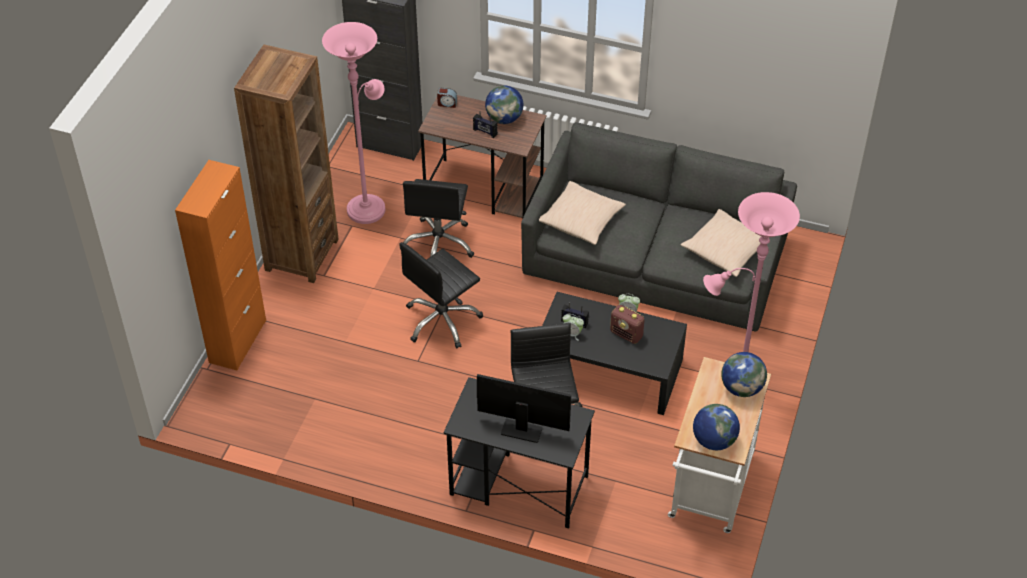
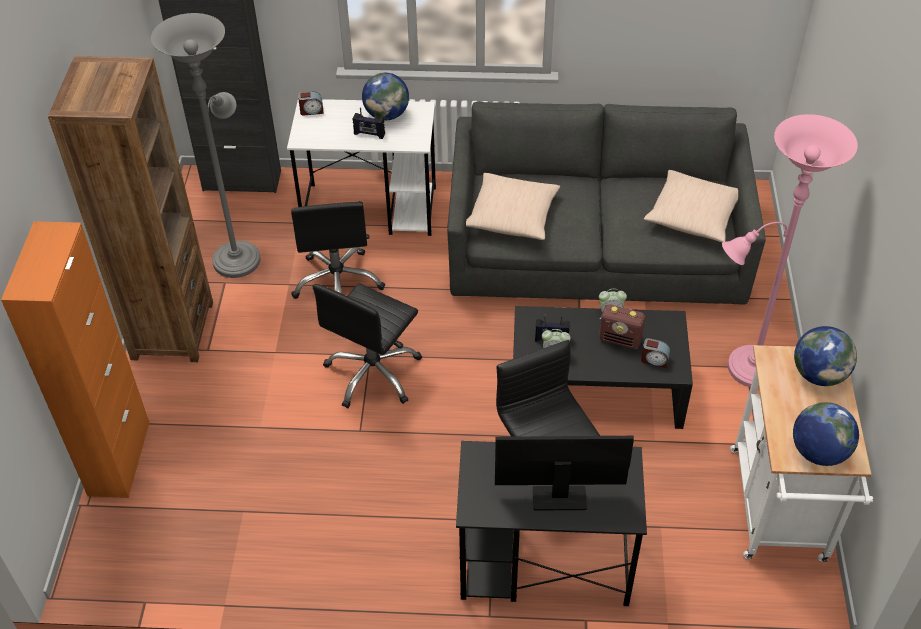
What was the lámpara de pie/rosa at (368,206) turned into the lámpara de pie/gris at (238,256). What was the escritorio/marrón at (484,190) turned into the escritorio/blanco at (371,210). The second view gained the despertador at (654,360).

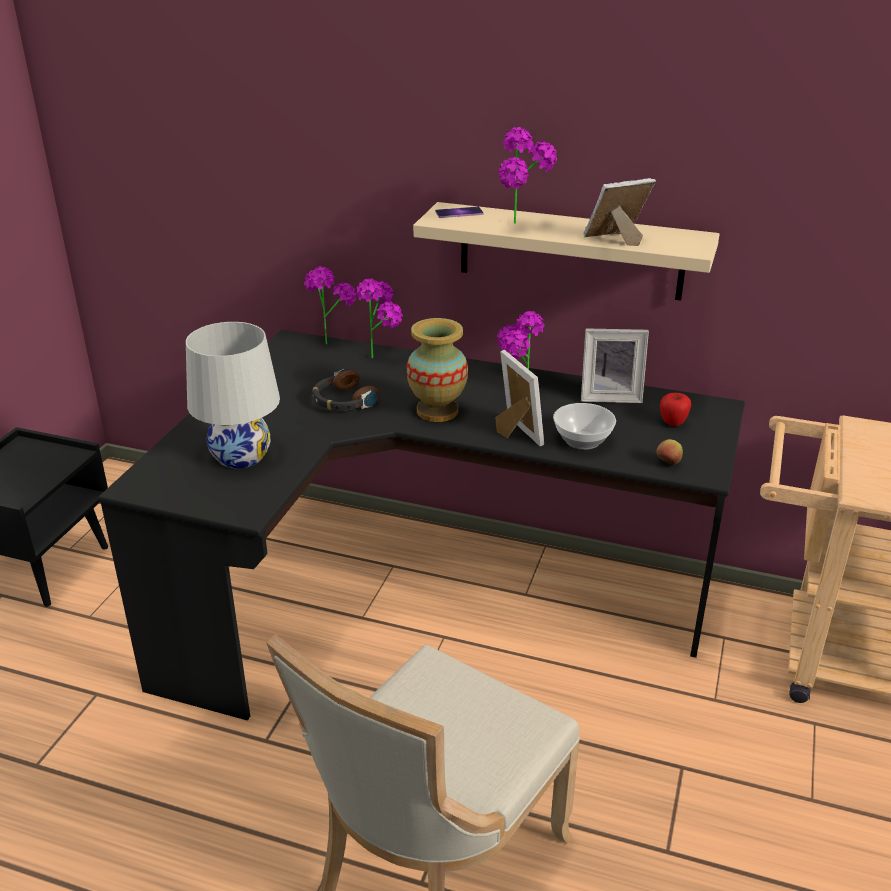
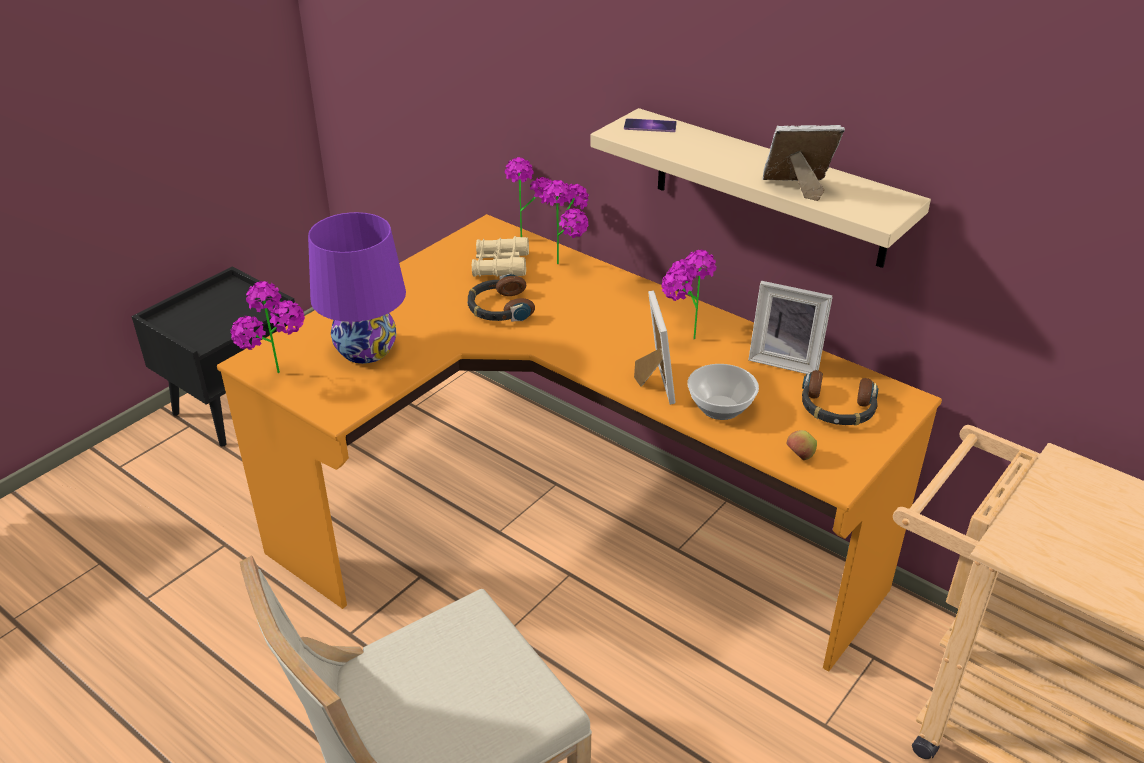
What was the escritorio/negro at (422,599) turned into the escritorio/naranja at (568,528). The planta en maceta ended up elsewhere, having gone from (523,226) to (280,380). What was the lámpara de mesa/blanco at (241,456) turned into the lámpara de mesa/morado at (366,350). The second view gained the prismáticos/beis at (500,265). Where the manzana stood at (673,423), the auriculares came to stand at (837,408). The second view lost the florero at (437,411).

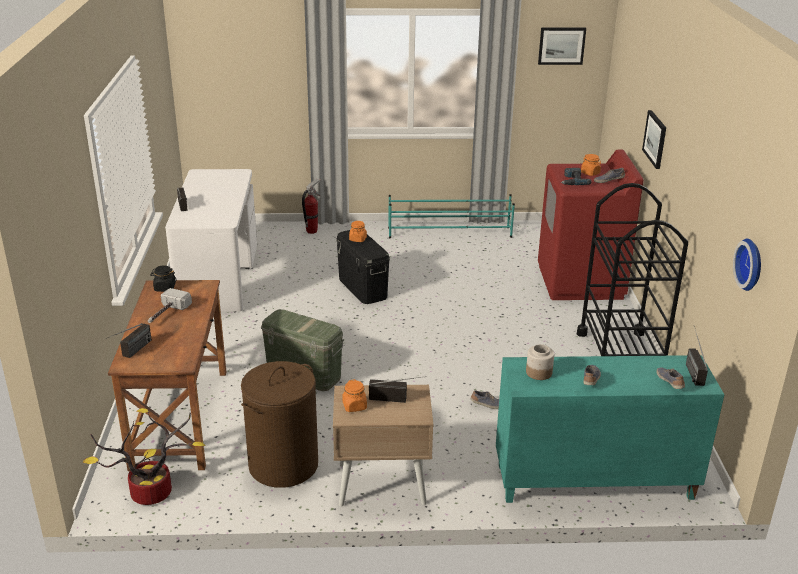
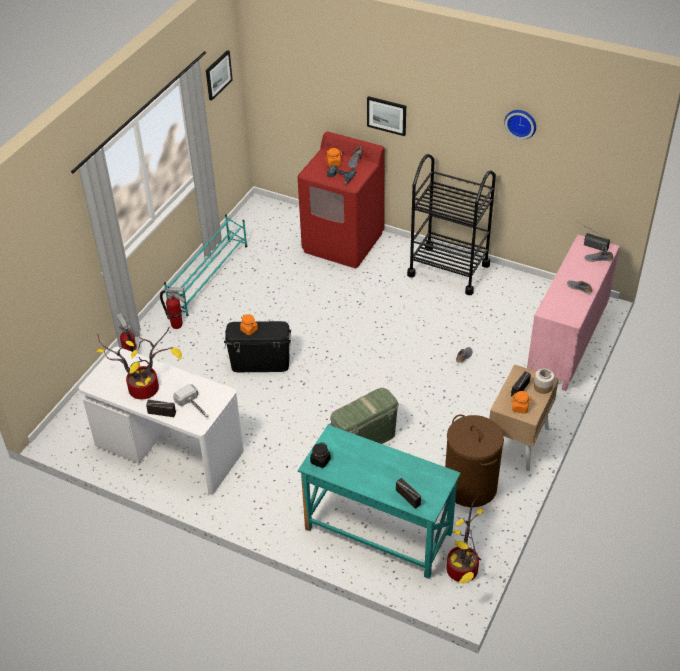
The second view gained the planta en maceta at (146,387). The second view gained the extintor at (177,325). The martillo ended up elsewhere, having gone from (166,314) to (195,407). What was the escritorio/marrón at (180,418) turned into the escritorio/turquesa at (378,531). The reloj de pared ended up elsewhere, having gone from (751,264) to (521,123). What was the armario/turquesa at (593,482) turned into the armario/rosa at (567,344). The tarro ended up elsewhere, having gone from (538,372) to (542,387).

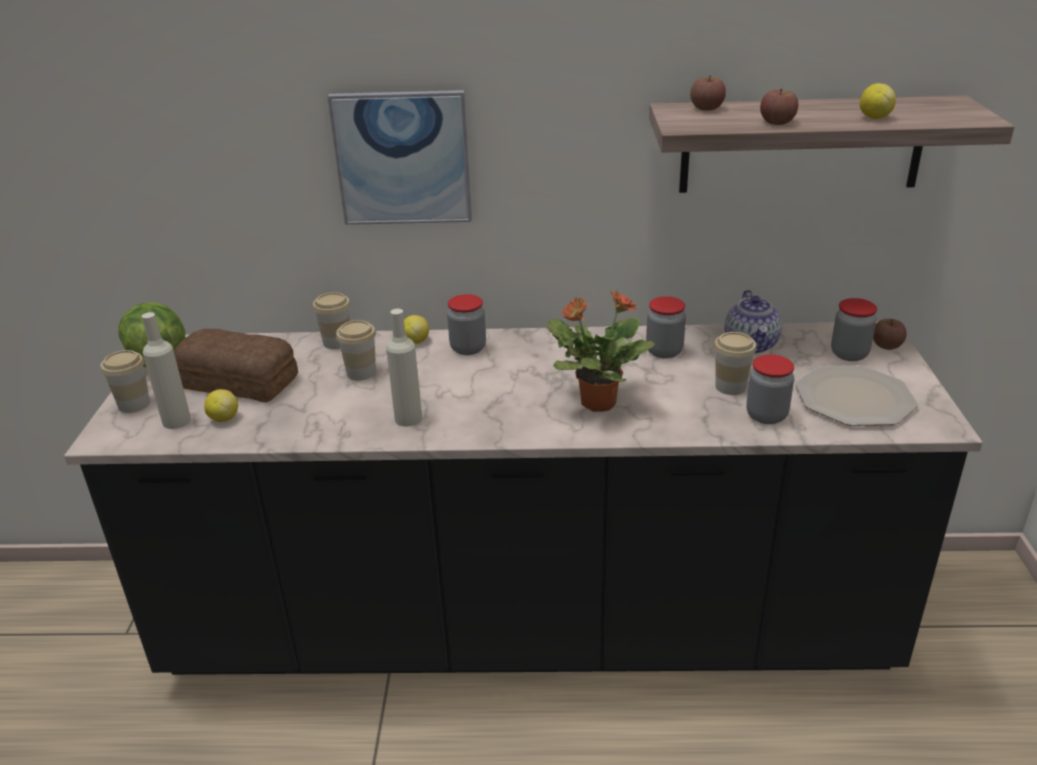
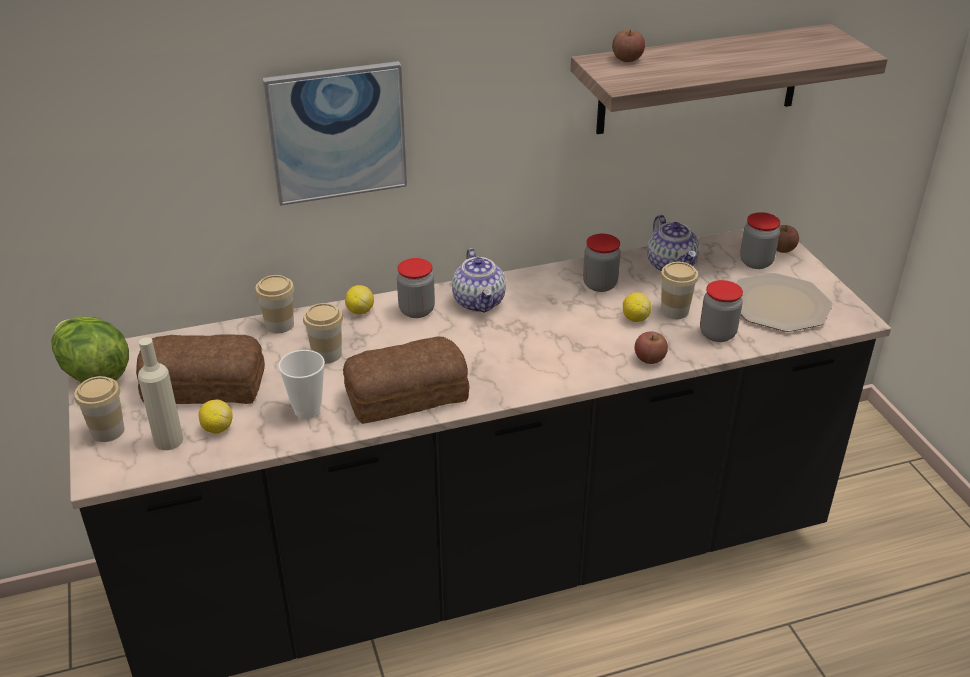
The second view gained the taza at (307,410). Where the botella/beis stood at (408,418), the pan came to stand at (404,394). The second view gained the tetera at (479,302). The limón ended up elsewhere, having gone from (874,117) to (635,318). The manzana ended up elsewhere, having gone from (777,122) to (649,358). The second view lost the planta en maceta at (596,402).

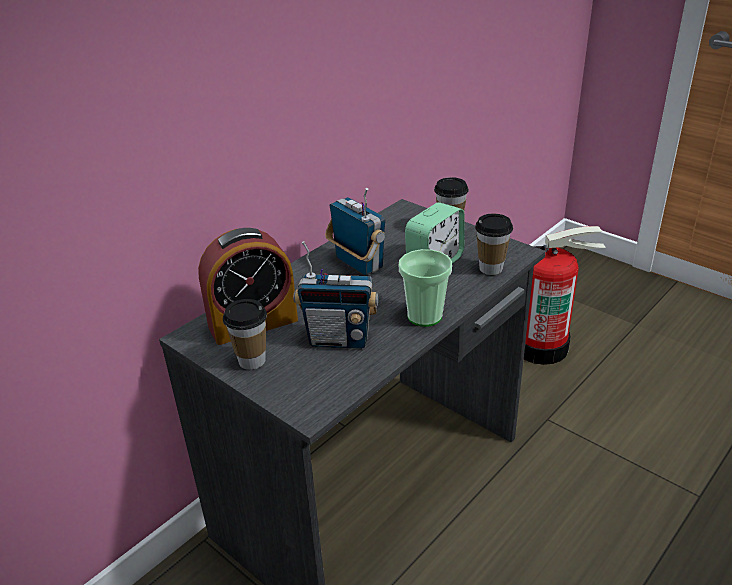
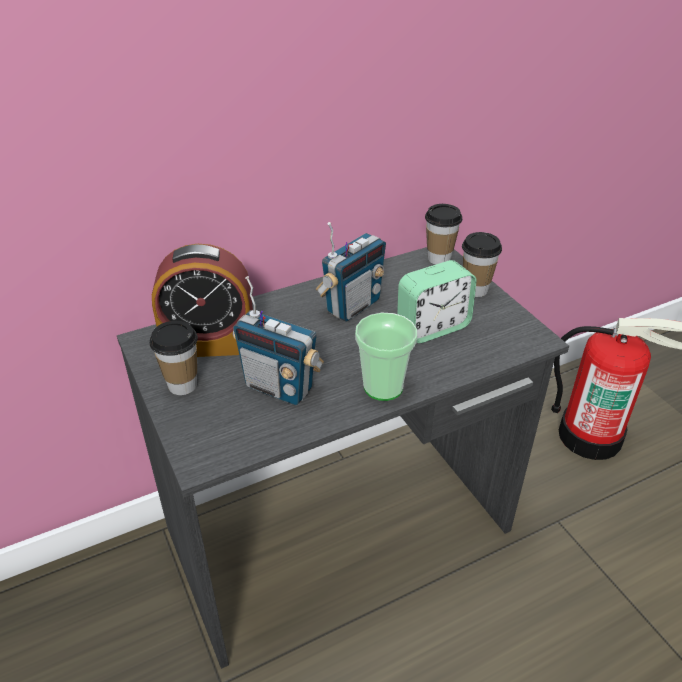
The radio at (358,264) ended up facing another way, 60 degrees clockwise from before. The taza ended up elsewhere, having gone from (491,268) to (439,258).

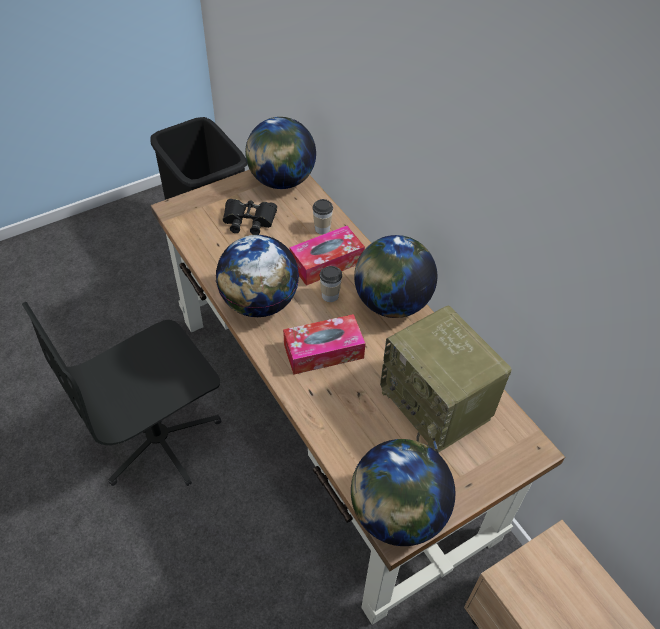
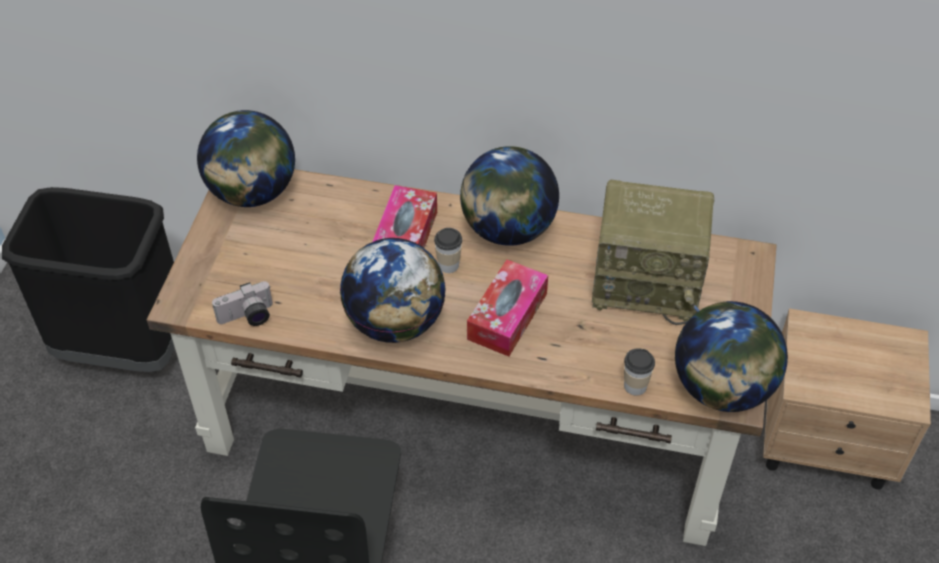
The second view gained the cámara at (247,317). The taza ended up elsewhere, having gone from (322,228) to (635,386). The second view lost the prismáticos/negro at (249,220).

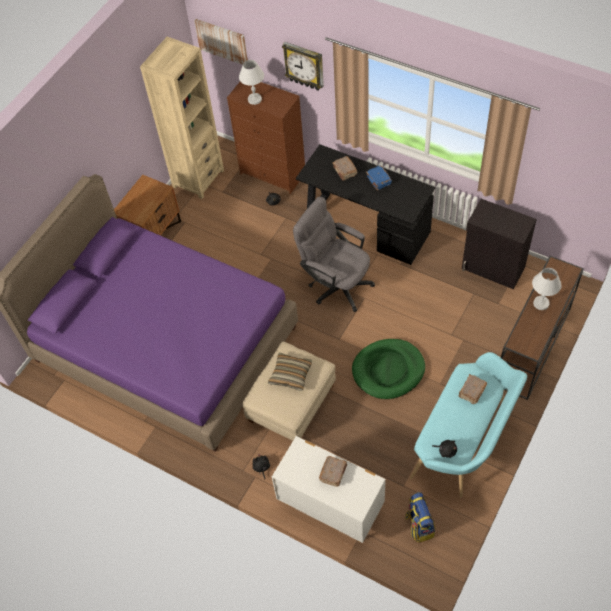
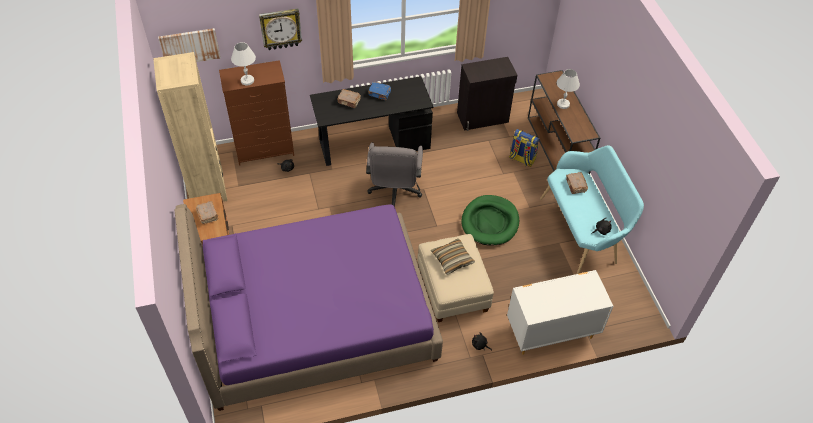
The libro/marrón ended up elsewhere, having gone from (333,473) to (208,215). The silla de oficina/gris at (336,284) ended up facing another way, 75 degrees counterclockwise from before. The mochila ended up elsewhere, having gone from (419,525) to (521,159).

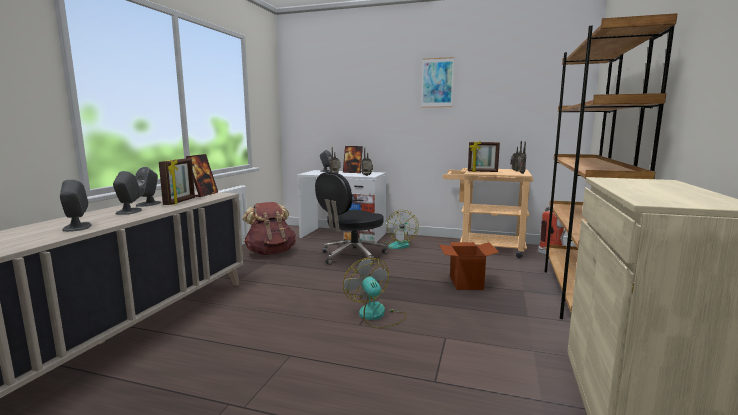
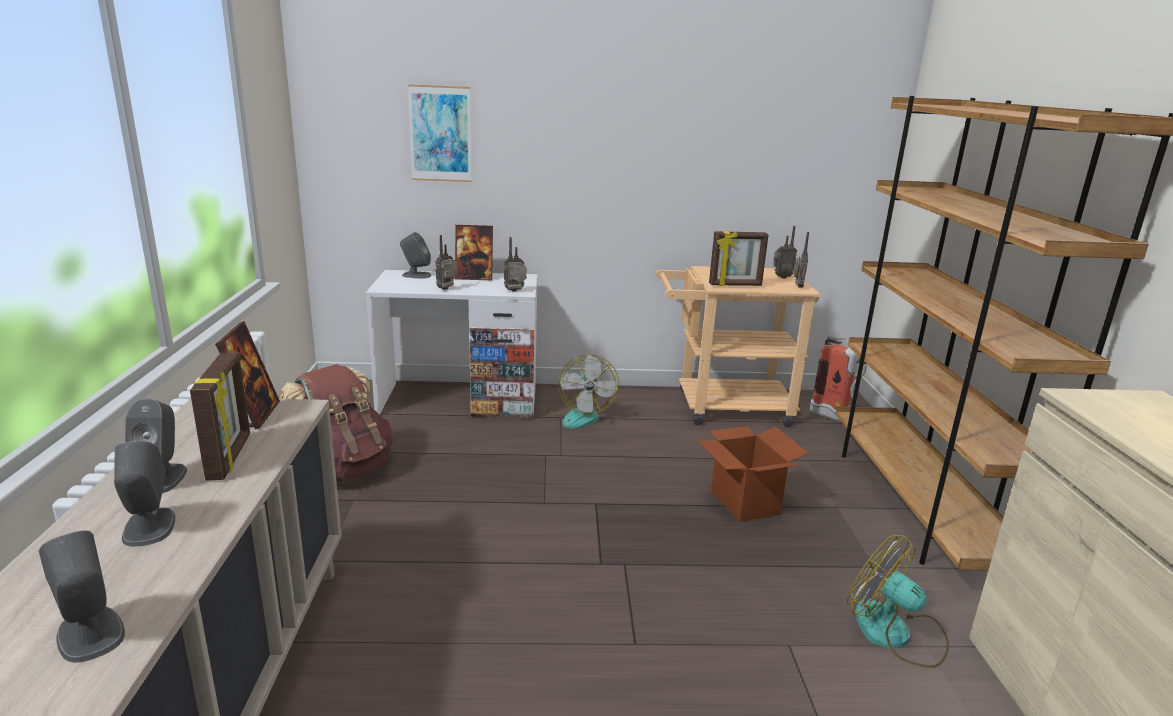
The cuadro ended up elsewhere, having gone from (437,83) to (440,134). The ventilador ended up elsewhere, having gone from (376,315) to (895,634). The second view lost the silla de oficina/negro at (352,256).

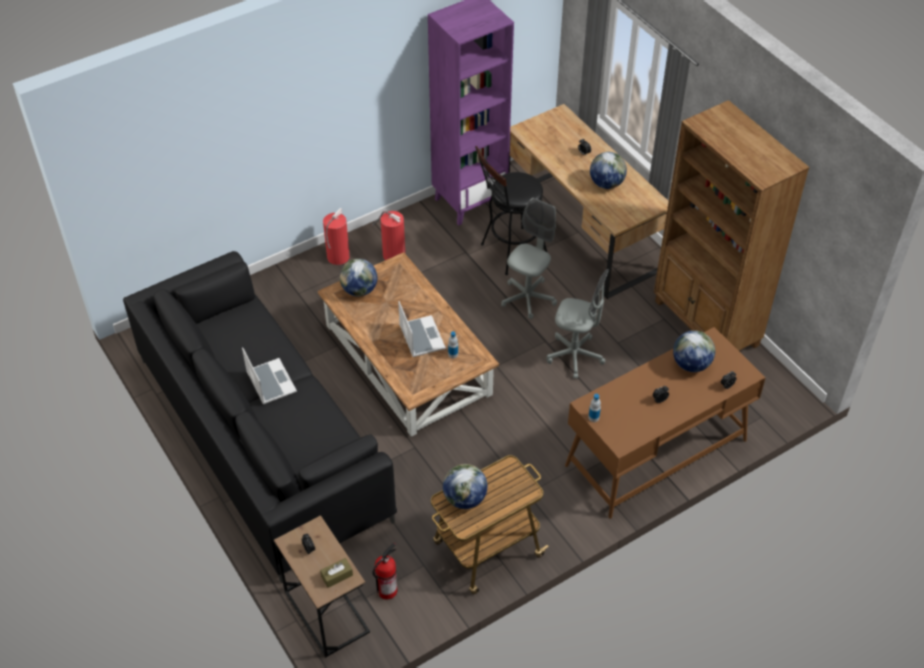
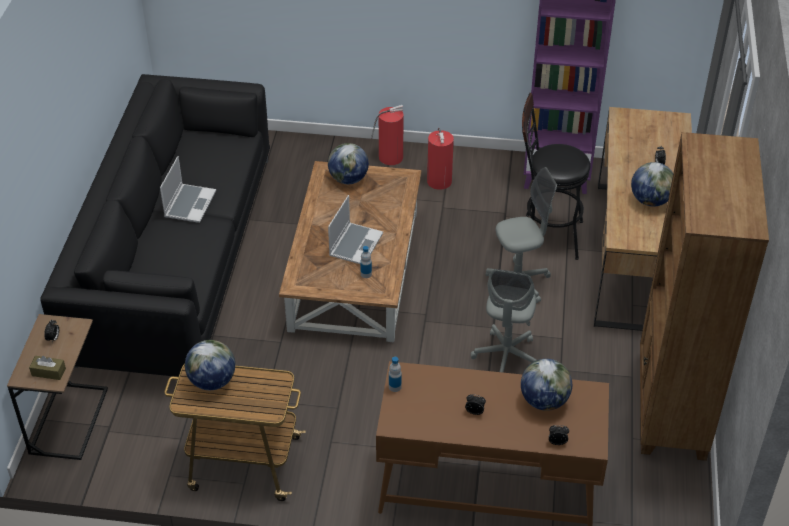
The silla de oficina/gris at (575,356) ended up facing another way, 45 degrees clockwise from before. The second view lost the extintor at (387,589).

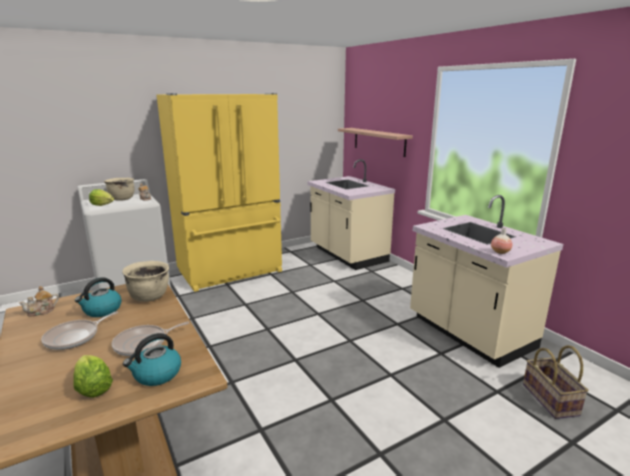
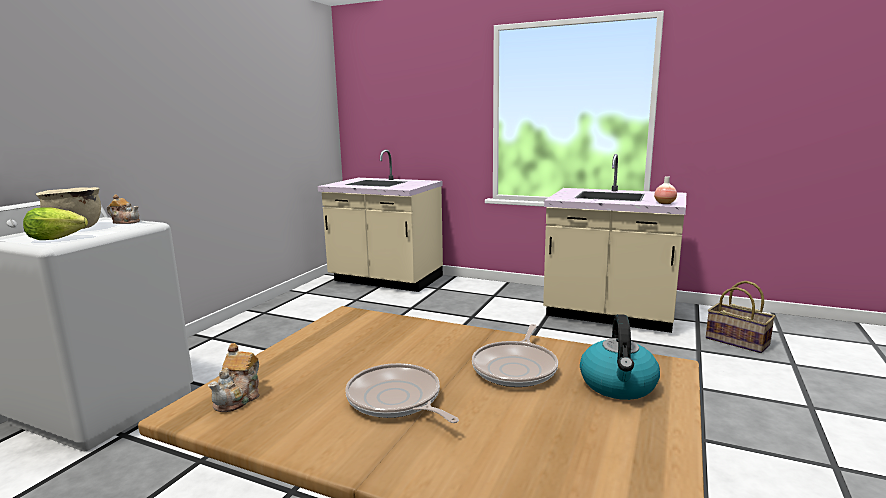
The sartén at (75,337) ended up facing another way, 135 degrees clockwise from before. The second view lost the lechuga at (93,388). The second view lost the hervidor at (102,310). The second view lost the olla/beis at (150,296). The second view lost the nevera/amarillo at (231,272). The second view lost the estante at (379,141).

